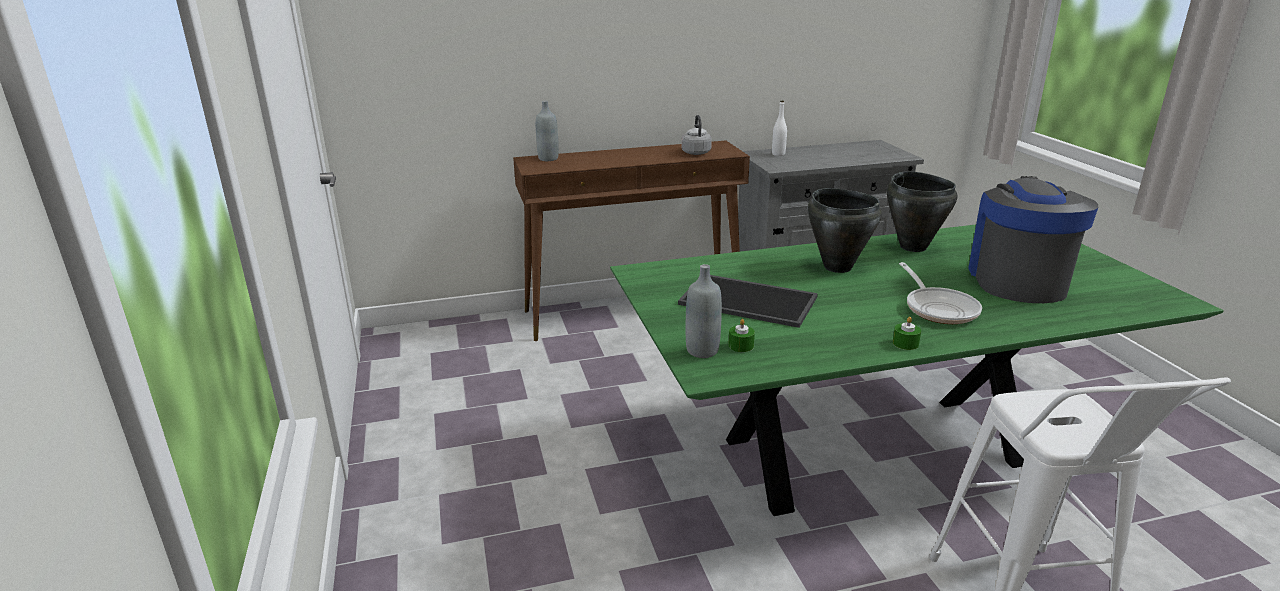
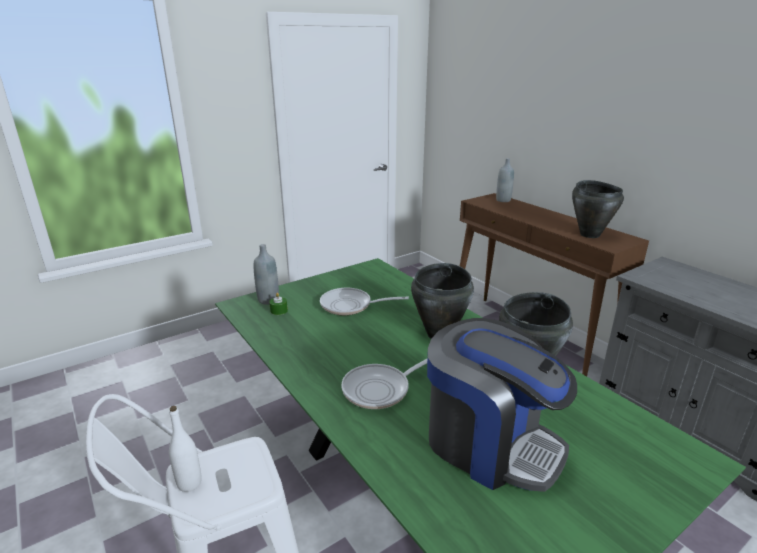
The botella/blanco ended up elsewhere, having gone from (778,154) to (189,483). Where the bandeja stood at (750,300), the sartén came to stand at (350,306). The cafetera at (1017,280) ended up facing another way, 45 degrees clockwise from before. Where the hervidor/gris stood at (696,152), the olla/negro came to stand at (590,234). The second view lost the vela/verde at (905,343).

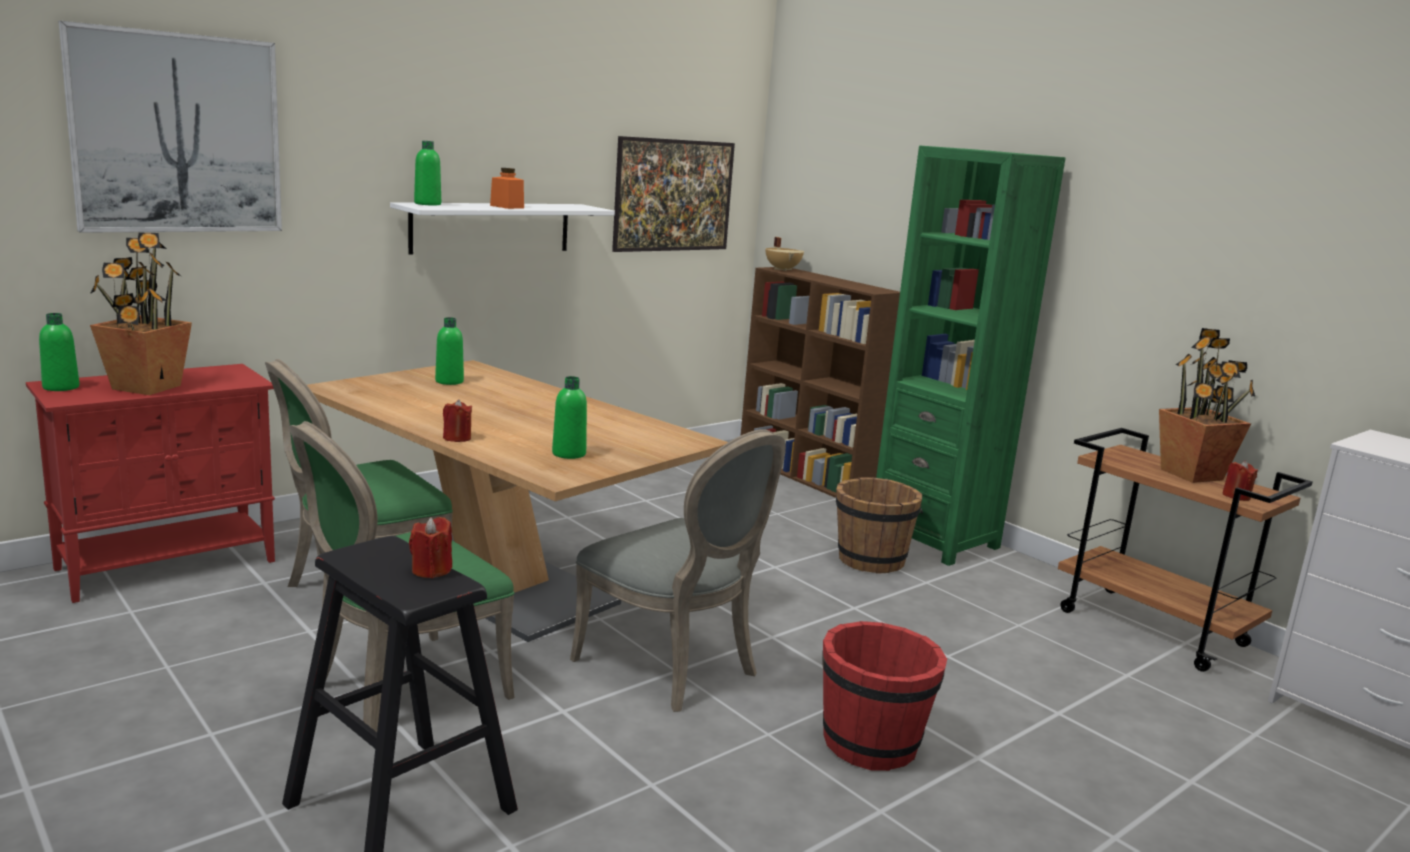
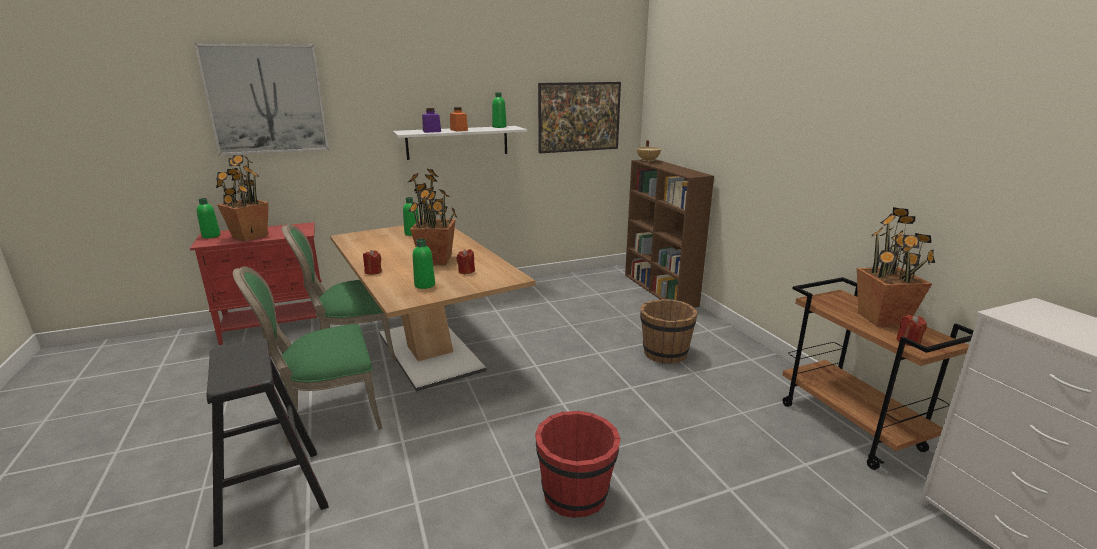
The second view gained the planta en maceta at (436,260). The second view gained the tarro/morado at (432,131). The vela/rojo ended up elsewhere, having gone from (431,570) to (466,271). The botella/verde ended up elsewhere, having gone from (427,204) to (499,127). The second view lost the silla/gris at (674,667). The second view lost the estantería/verde at (934,539).

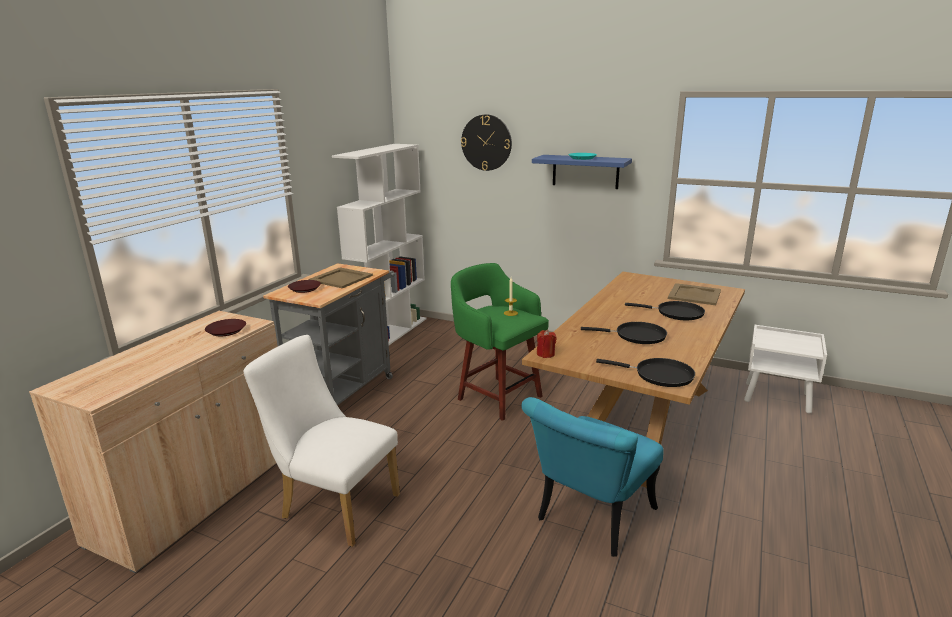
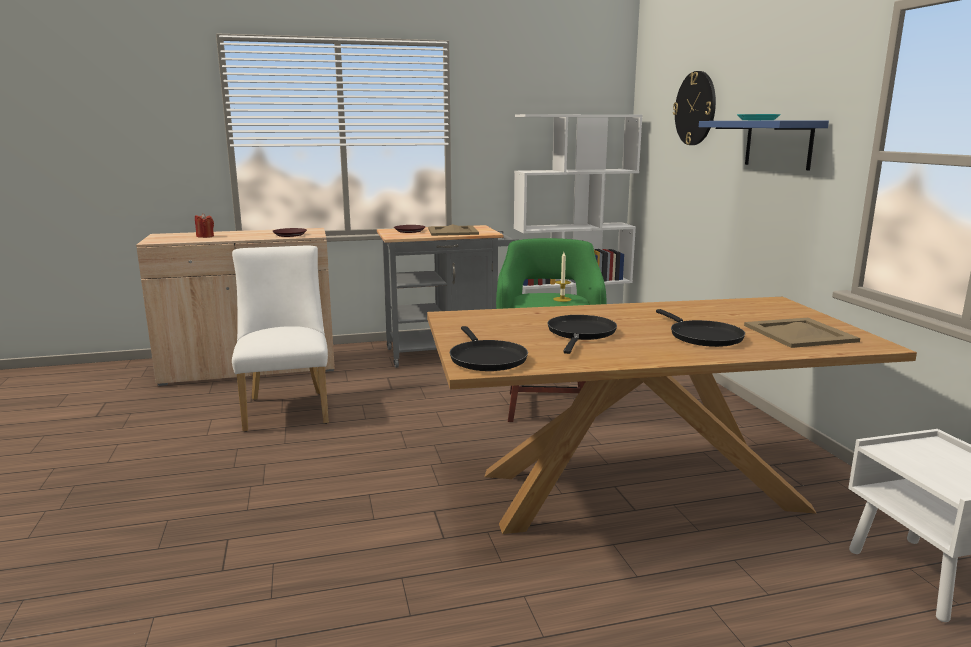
The vela/rojo ended up elsewhere, having gone from (545,354) to (205,236). The sartén/negro at (636,336) ended up facing another way, 135 degrees counterclockwise from before. The second view lost the silla/turquesa at (590,520).

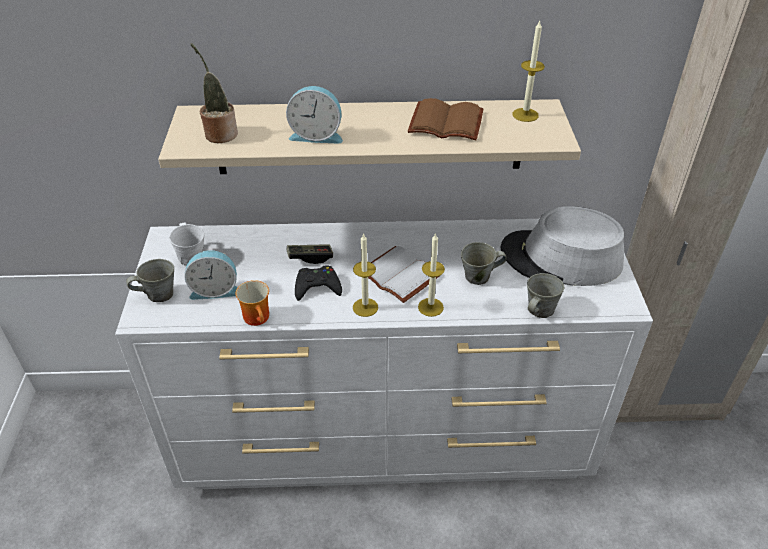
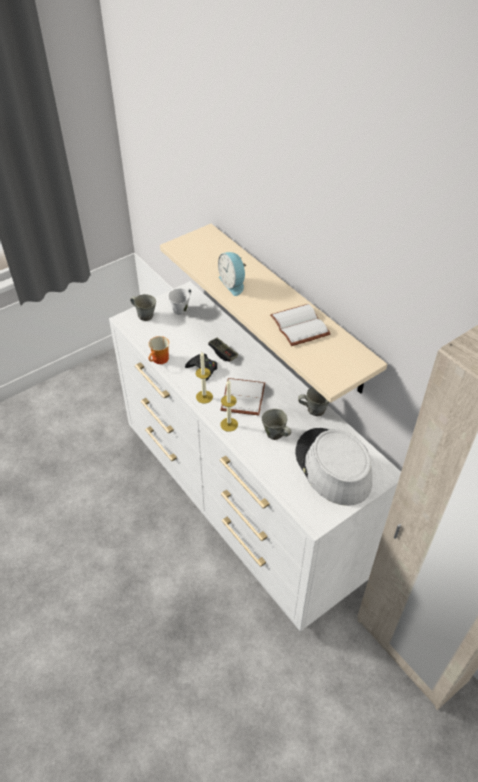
What was the libro/marrón at (447,122) turned into the libro/blanco at (301,326). The taza grande/gris ended up elsewhere, having gone from (539,310) to (314,409). The second view lost the despertador at (215,289). The second view lost the planta en maceta at (219,133). The second view lost the vela at (525,115).

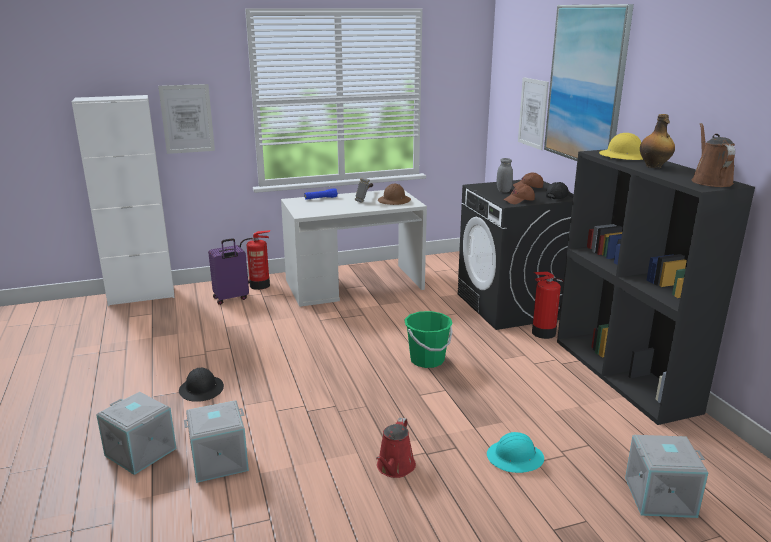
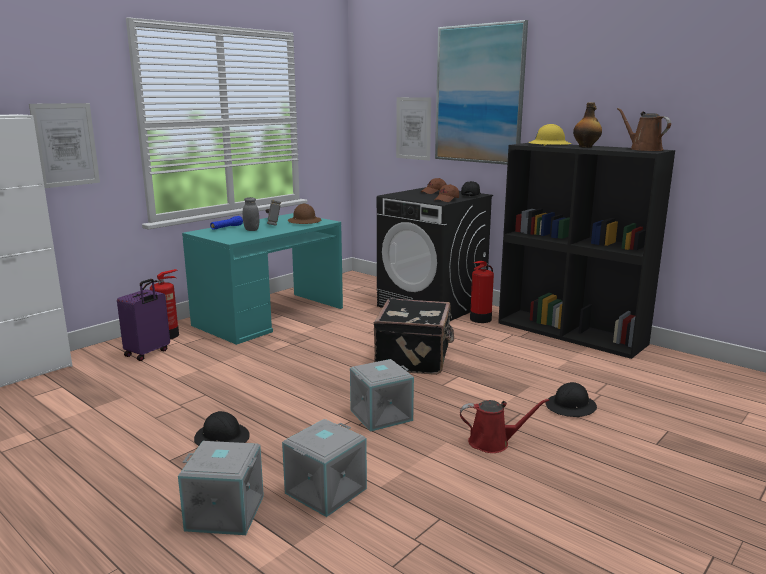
What was the escritorio/blanco at (354,284) turned into the escritorio/turquesa at (269,316). The tarro/gris ended up elsewhere, having gone from (503,191) to (251,230). The caja de almacenaje/gris ended up elsewhere, having gone from (660,496) to (381,414). Where the cubo/verde stood at (427,360), the maleta/negro came to stand at (414,358). The regadera/rojo at (394,468) ended up facing another way, 75 degrees counterclockwise from before. What was the casco/turquesa at (515,458) turned into the casco/negro at (571,407).

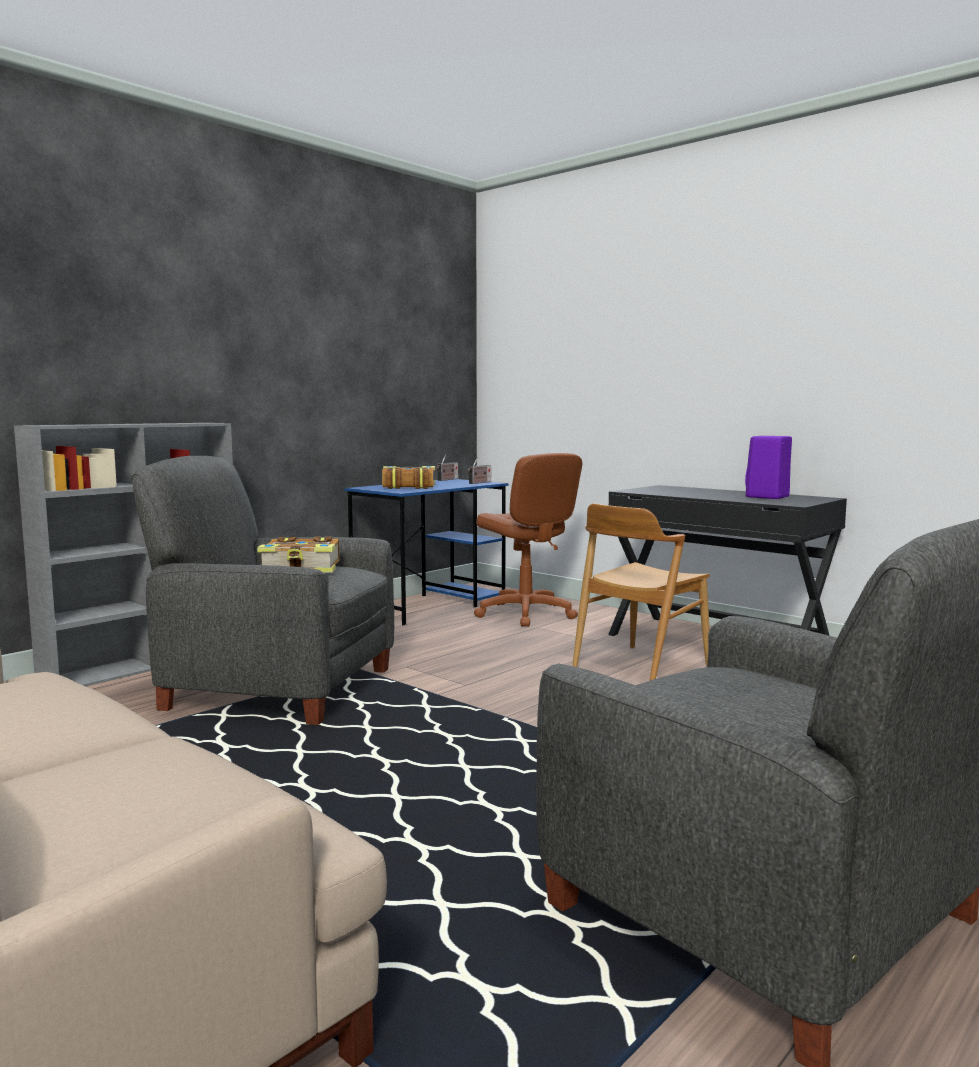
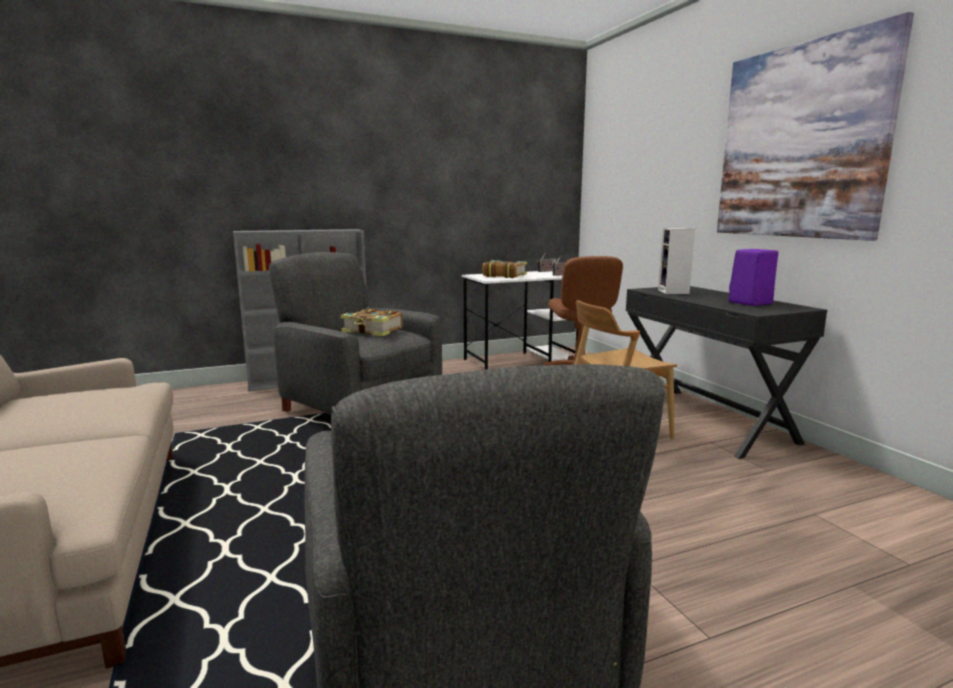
What was the escritorio/azul at (431,605) turned into the escritorio/blanco at (521,361). The second view gained the altavoz at (674,292). The second view gained the cuadro at (800,142).

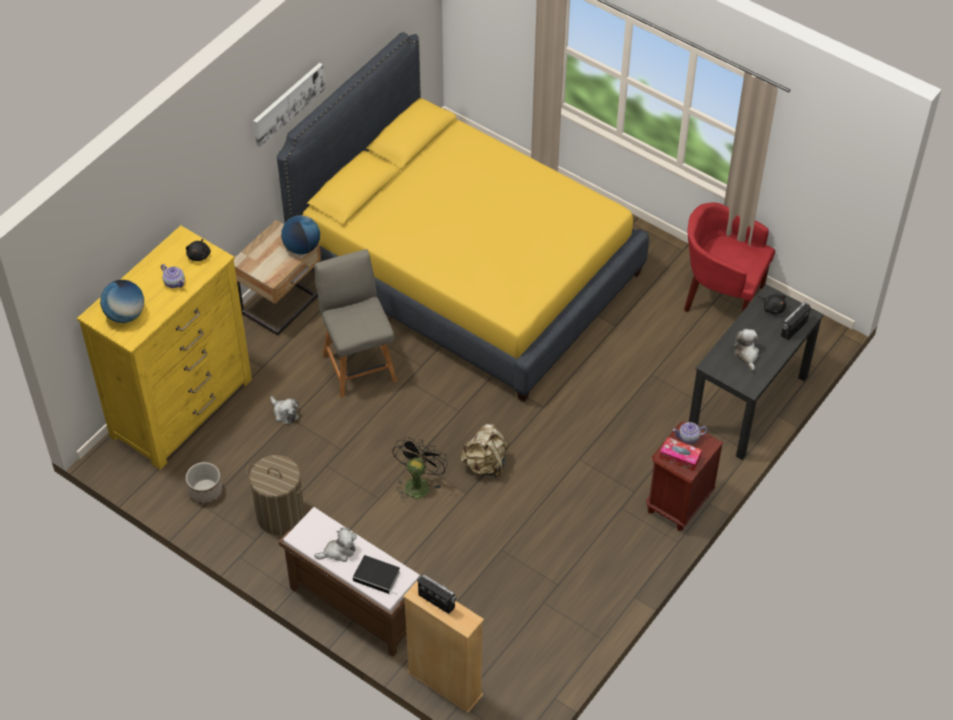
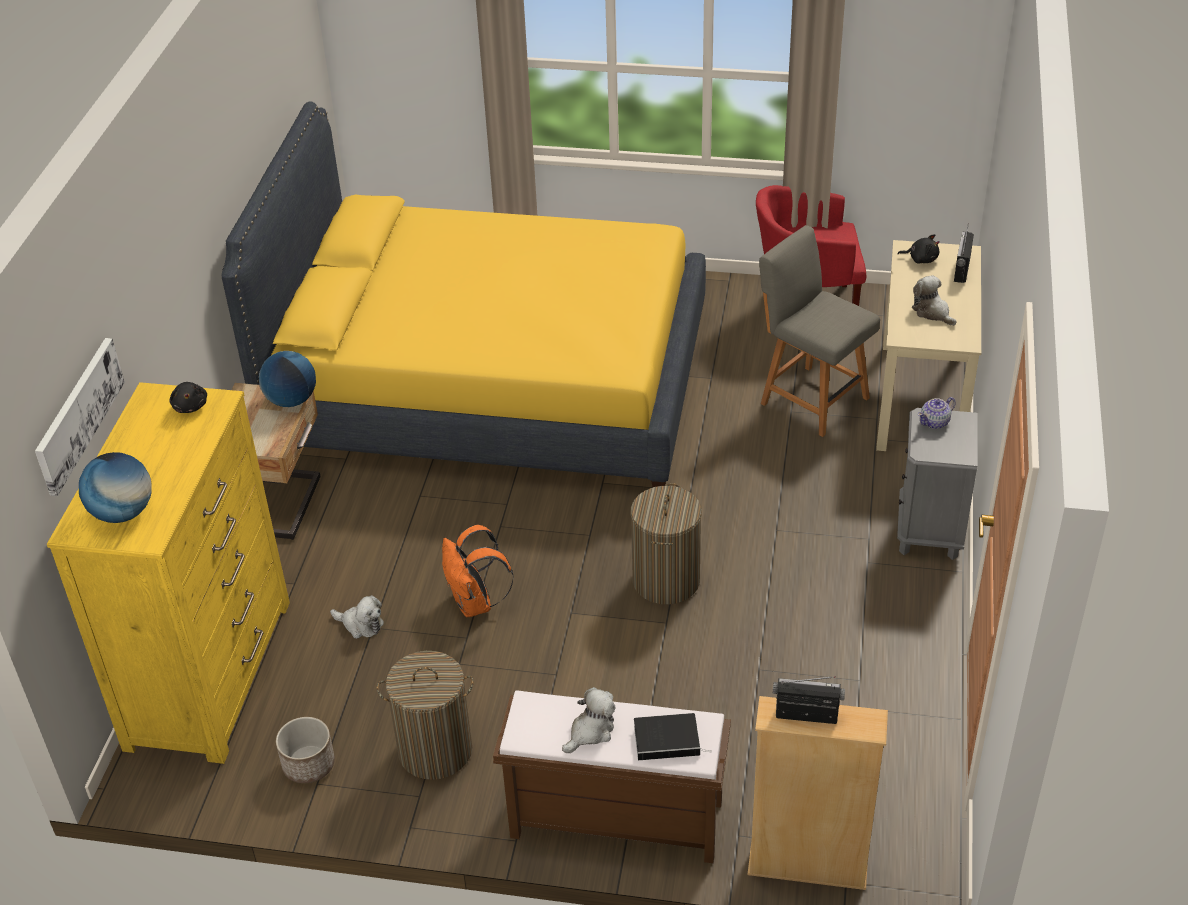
The cuadro ended up elsewhere, having gone from (287,103) to (78,414). The second view gained the mochila/naranja at (475,603). Where the mochila/beis stood at (485,464), the cesto de la ropa came to stand at (666,581). The silla/gris ended up elsewhere, having gone from (358,365) to (811,399). What was the escritorio/negro at (748,403) turned into the escritorio/beis at (921,399). What was the mesita de noche/marrón at (678,503) turned into the mesita de noche/gris at (929,531). The second view lost the tetera at (174,282). The second view lost the ventilador/negro at (418,483). The second view lost the caja de pañuelos at (680,457).

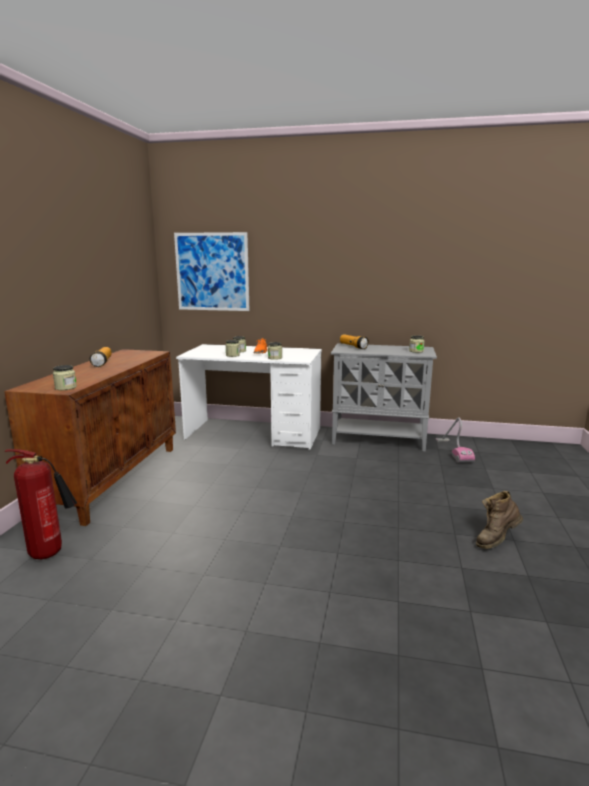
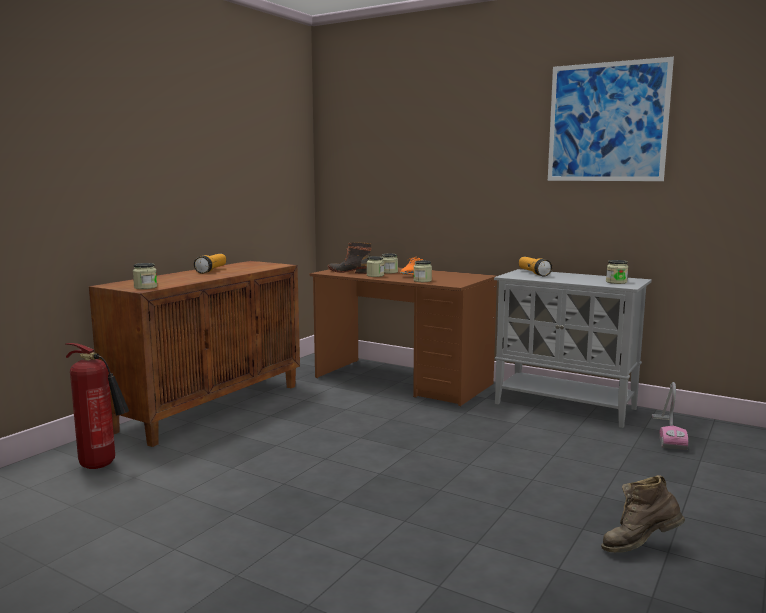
What was the escritorio/blanco at (254,434) turned into the escritorio/marrón at (402,381). The second view gained the bota at (350,272). The cuadro ended up elsewhere, having gone from (212,272) to (607,122).

